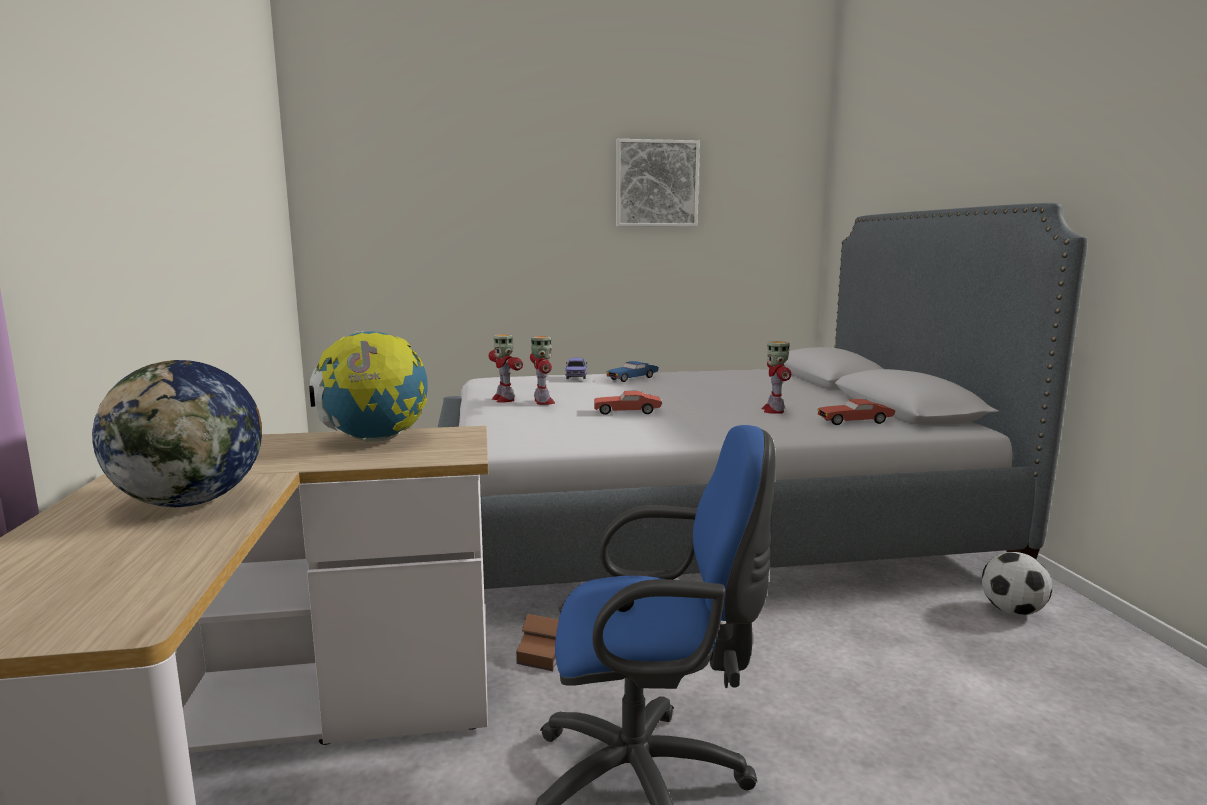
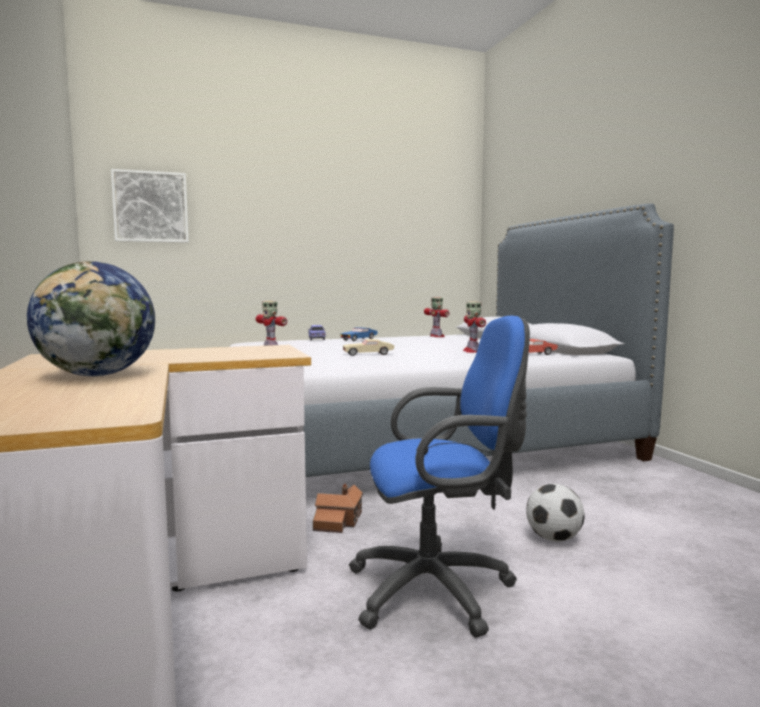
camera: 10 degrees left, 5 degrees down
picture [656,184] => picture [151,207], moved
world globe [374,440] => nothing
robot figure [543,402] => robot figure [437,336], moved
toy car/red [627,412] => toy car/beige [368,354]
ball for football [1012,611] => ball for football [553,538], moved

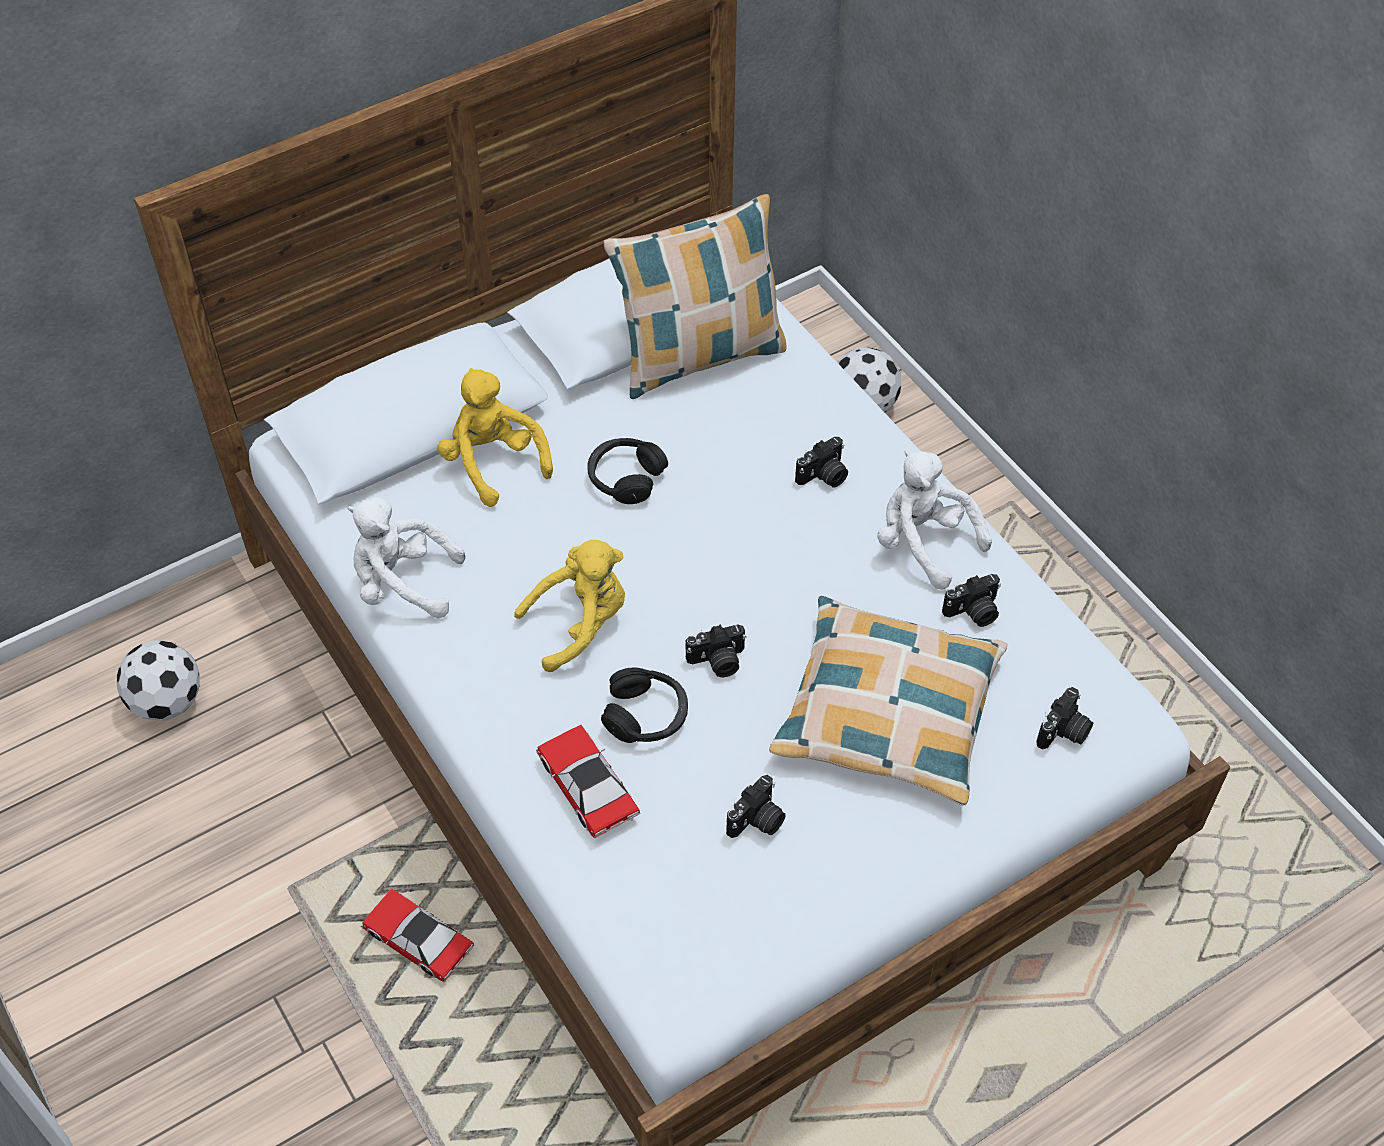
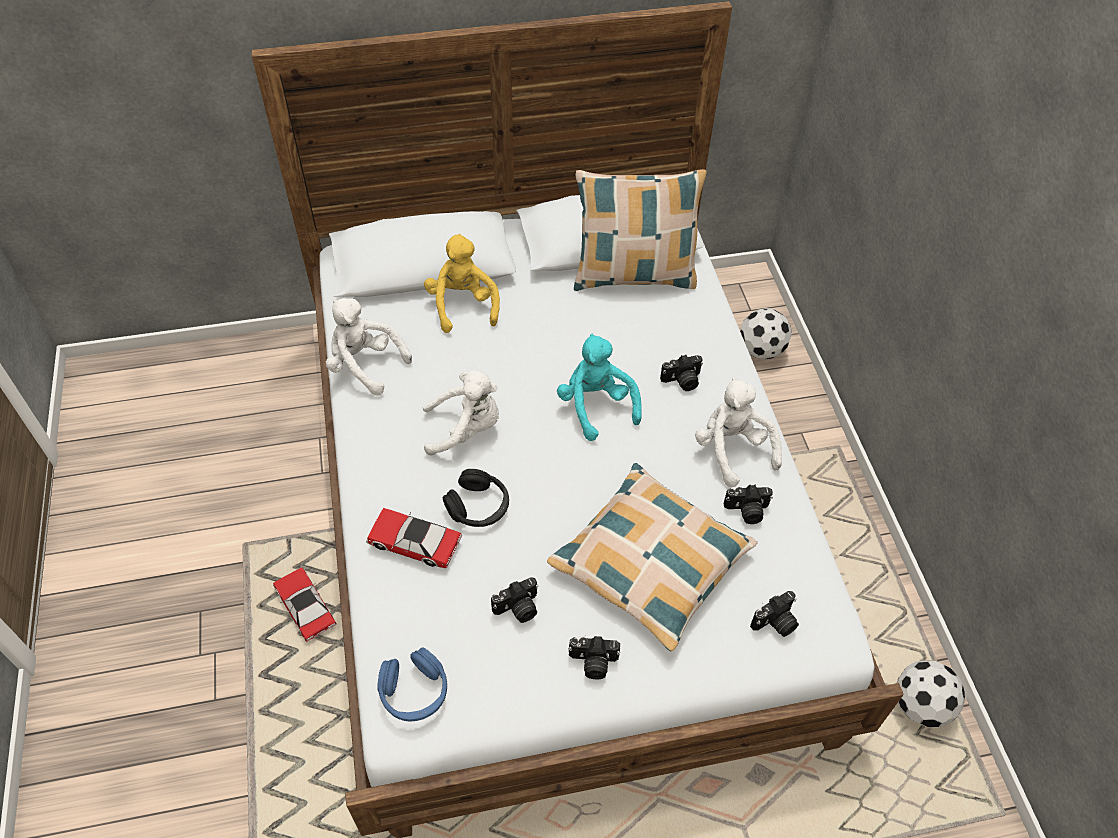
camera: 20 degrees right, 0 degrees up
headphones/blackish [625,477] => nothing
cuddly toy/yellow-coloured [580,624] => cuddly toy/white-coloured [466,429]
still camera [718,662] => still camera [593,663], moved
ball for football [168,701] => ball for football [921,705], moved
toy car [587,787] => toy car [414,542], 60 degrees counterclockwise
nothing => cuddly toy/blue-green [596,406]
nothing => headphones/blue [414,692]

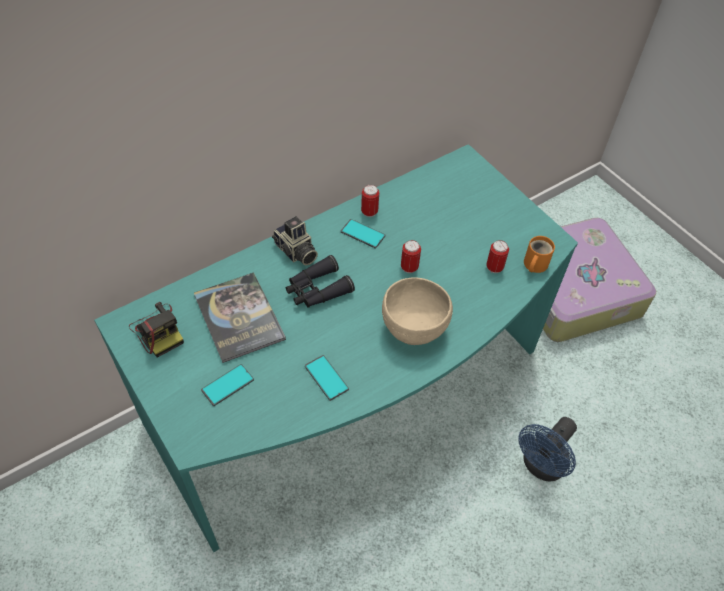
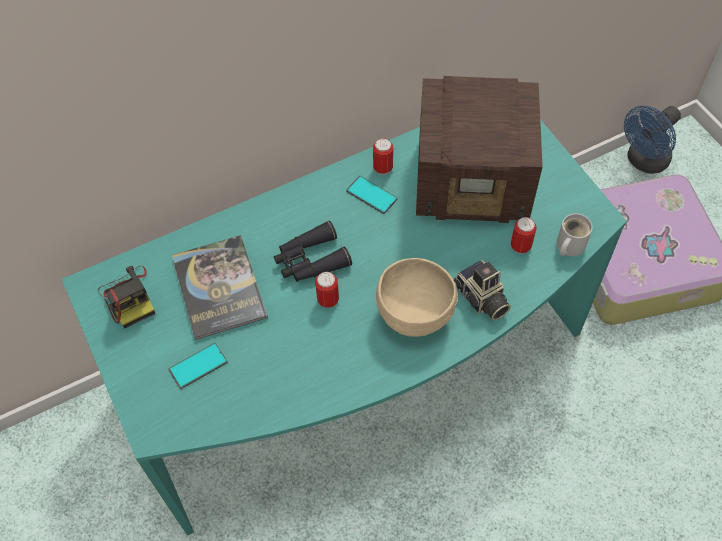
camera: 10 degrees right, 5 degrees up
still camera [295,252] => still camera [481,299], moved
coffee mug/orange [534,264] => coffee mug/white-coloured [568,246]
metal can [409,267] => metal can [328,300], moved
handset [326,378] => nothing
fan/blue [541,466] => fan/blue [643,162], moved
nothing => radio receiver [474,182]

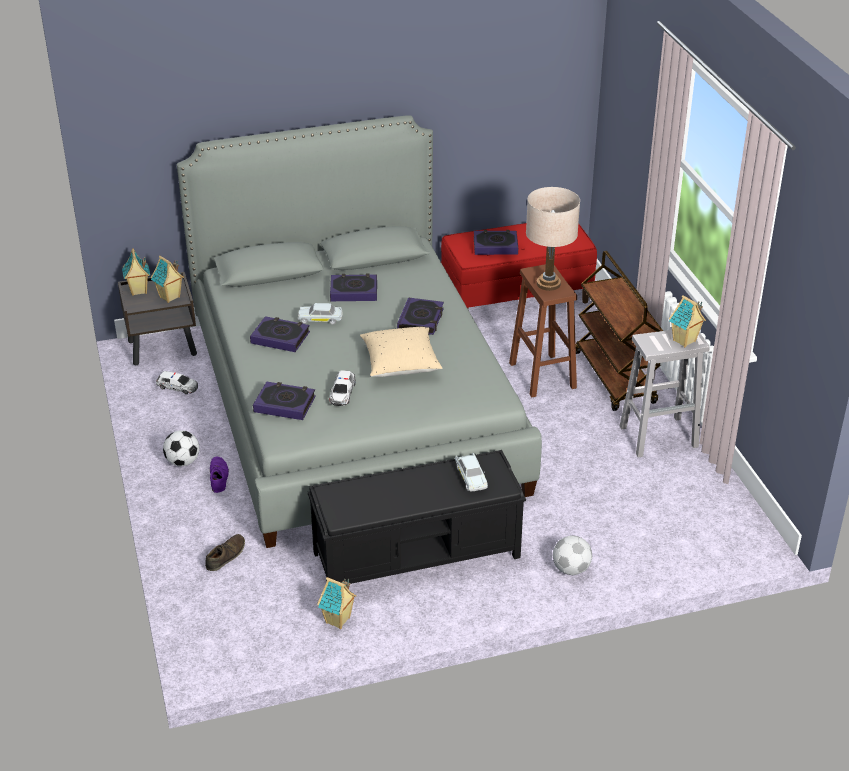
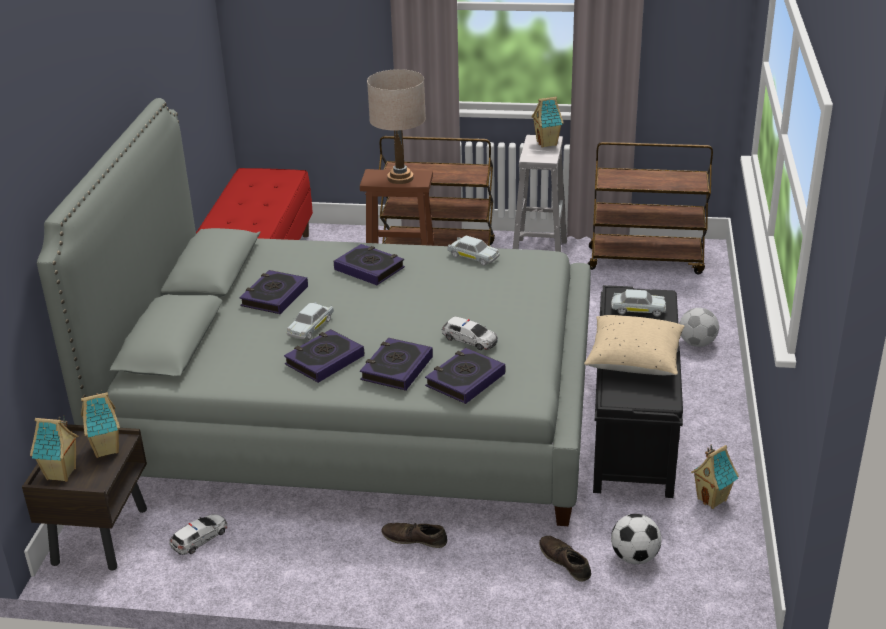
camera: 65 degrees left, 5 degrees down
book [495,246] => book [396,368], moved
cushion/beige [400,364] => cushion/beige [634,361], moved
ball for football [183,462] => ball for football [634,557], moved
low shoe/purple-coloured [218,477] => low shoe/brown-coloured [414,539]
nothing => wheeled cart/brown-coloured [646,260]
nothing => toy car/white-coloured [473,257]

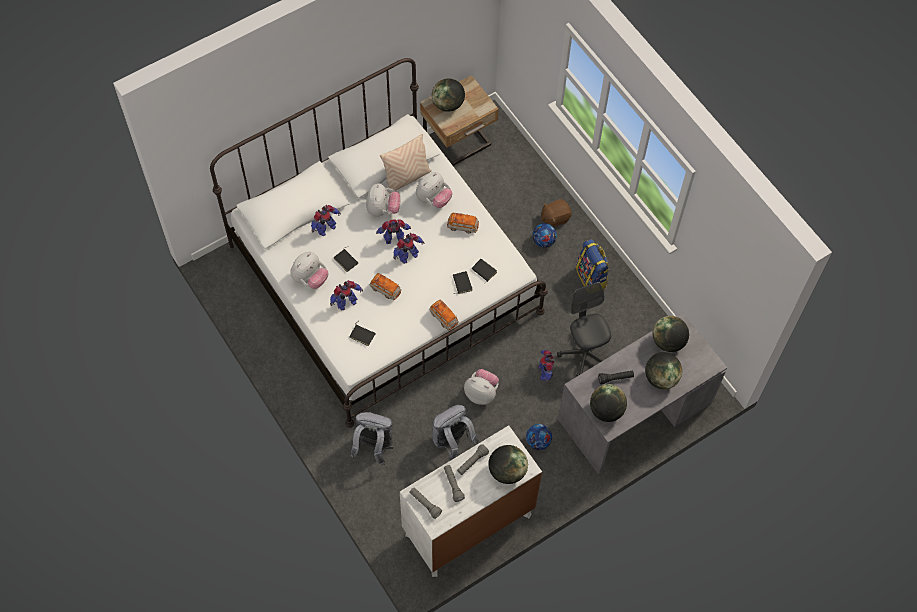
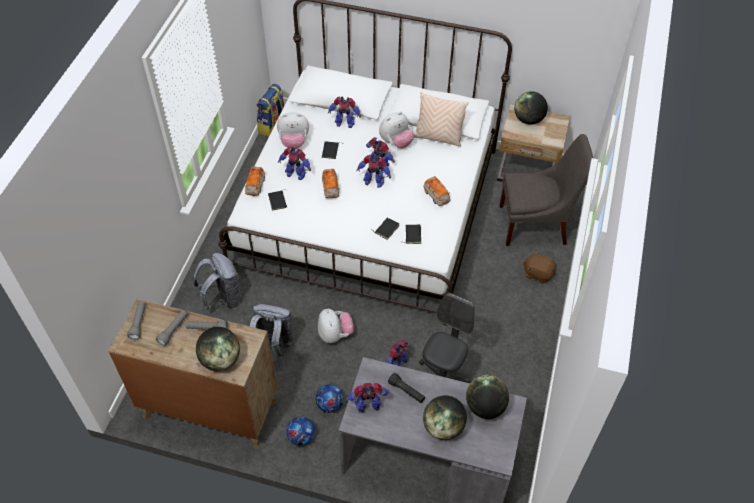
camera: 50 degrees right, 10 degrees down
cuddly toy [433,199] => nothing
ball for football [543,241] => ball for football [301,437], moved
knapsack [591,277] => knapsack [273,127], moved
toy car [443,318] => toy car [255,186], moved
world globe [606,410] => robot figure [368,406]
dresser/white-coloured [468,525] => dresser/brown-coloured [210,409]
nothing => upright chair/gray [536,224]

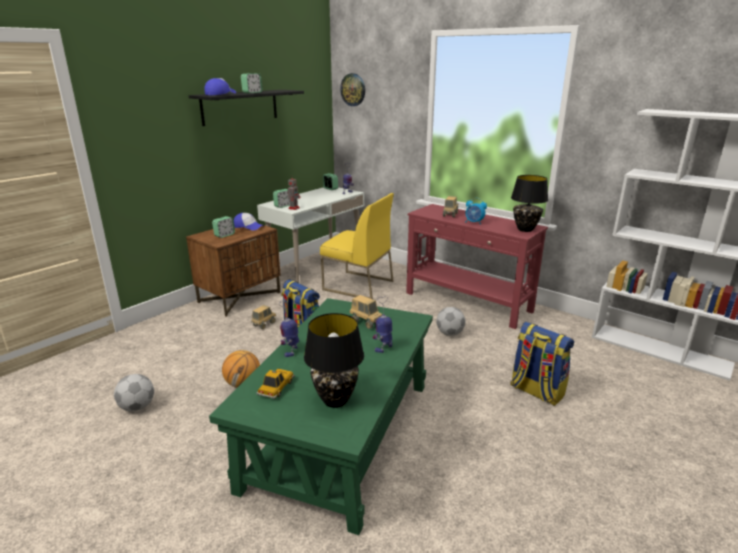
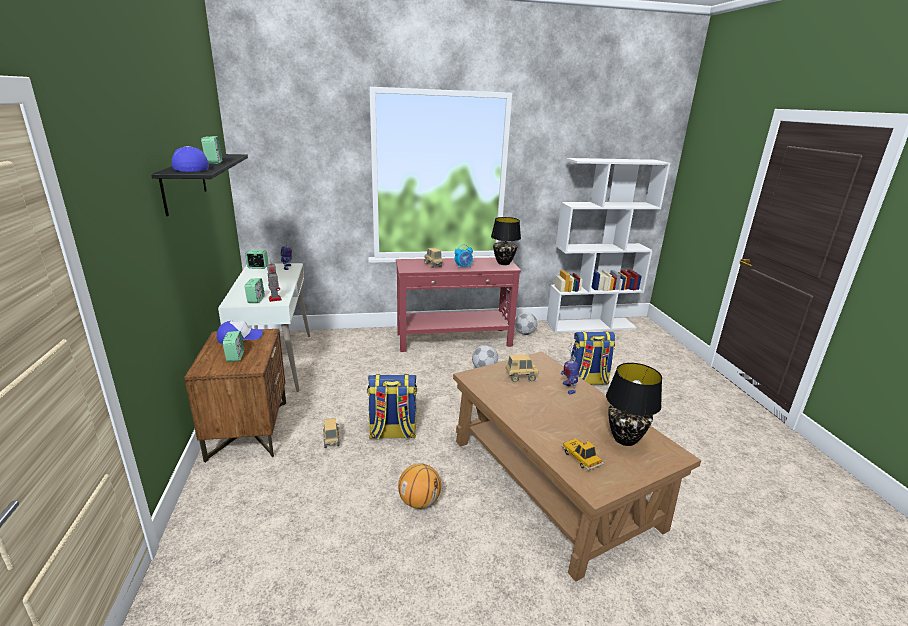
camera: 50 degrees left, 0 degrees up
hanging clock [353,89] => nothing
upright chair/yellow-coloured [357,285] => nothing
lounge table/greenish [341,434] => lounge table/brown-coloured [552,481]
robot figure [291,350] => nothing
ball for football [137,407] => ball for football [524,333], moved

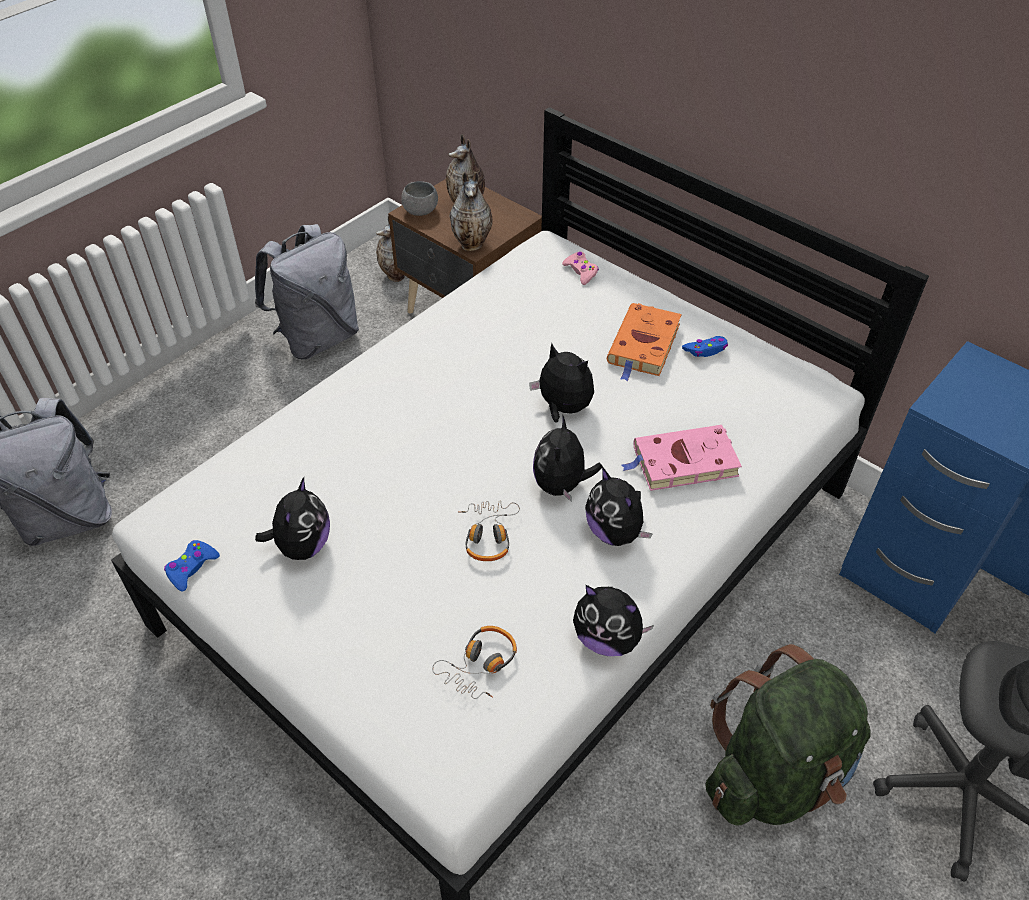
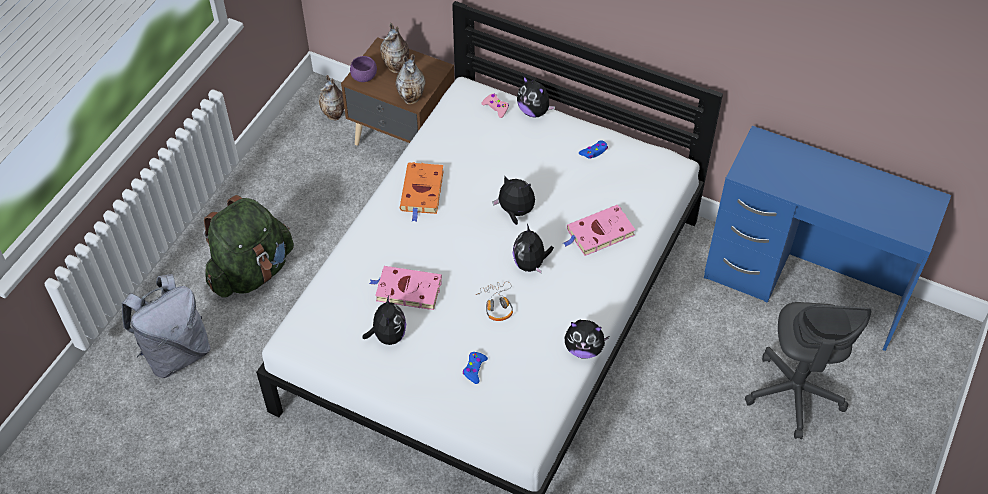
camera: 15 degrees left, 5 degrees up
deep dish/gray [421,211] => deep dish/purple-coloured [364,77]
knapsack/gray [317,338] => nothing
book/orange [643,346] => book/orange [422,192], moved
cuddly toy [615,532] => cuddly toy [534,111], moved
game controller/blue [192,568] => game controller/blue [474,369], moved
headphones [480,665] => nothing
knapsack/greenish [776,773] => knapsack/greenish [252,271], moved
nothing => book/pink [406,290]

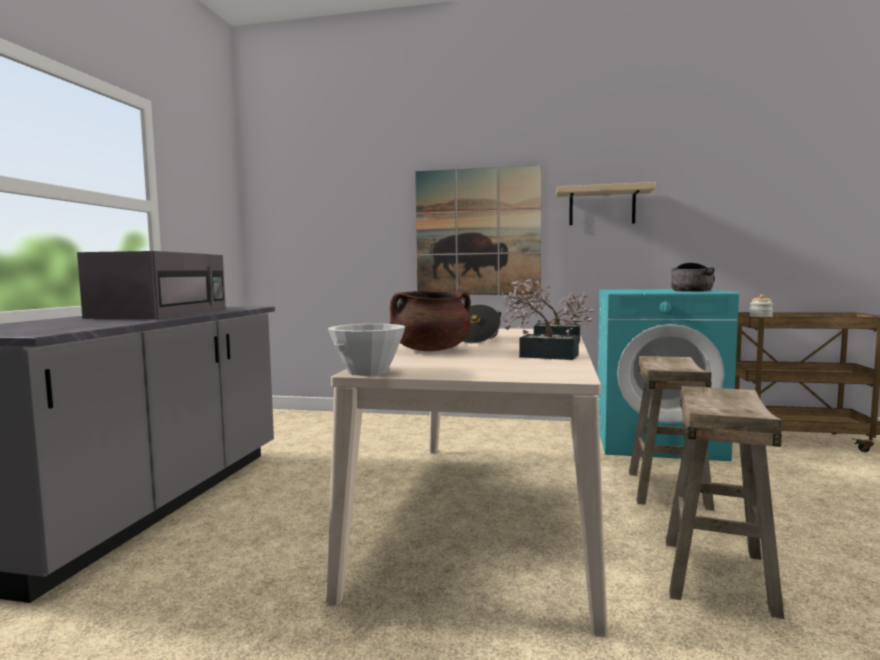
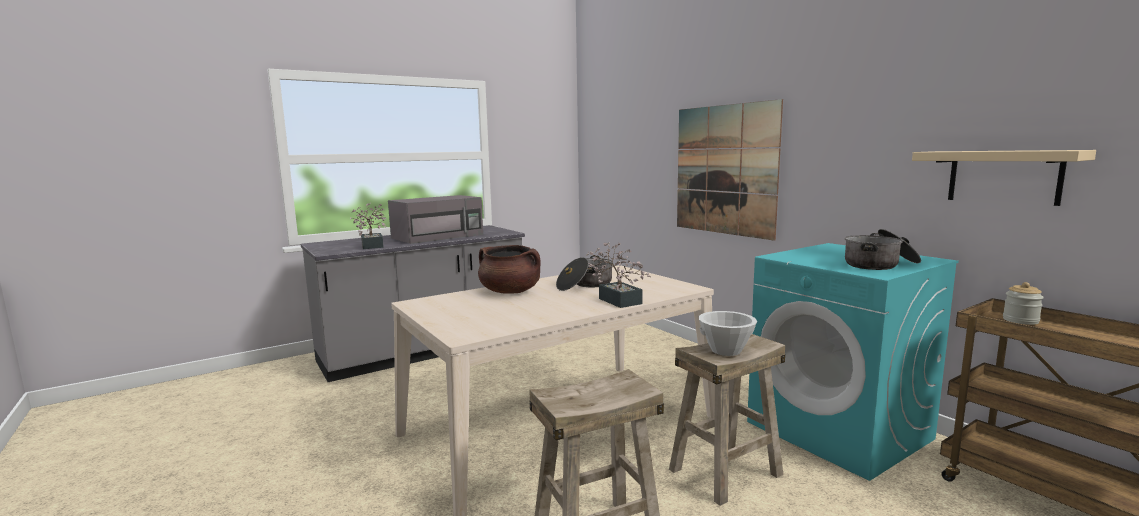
camera: 45 degrees right, 5 degrees up
wall shelf/beige [602,206] => wall shelf/beige [1003,176], moved
plant in a pot [542,355] => plant in a pot [372,245], moved
deep dish/white-coloured [367,372] => deep dish/white-coloured [725,350], moved

